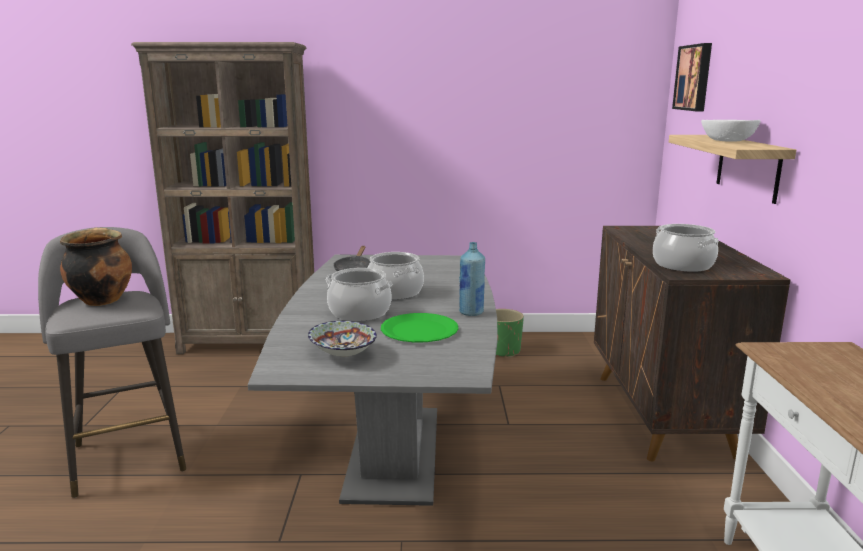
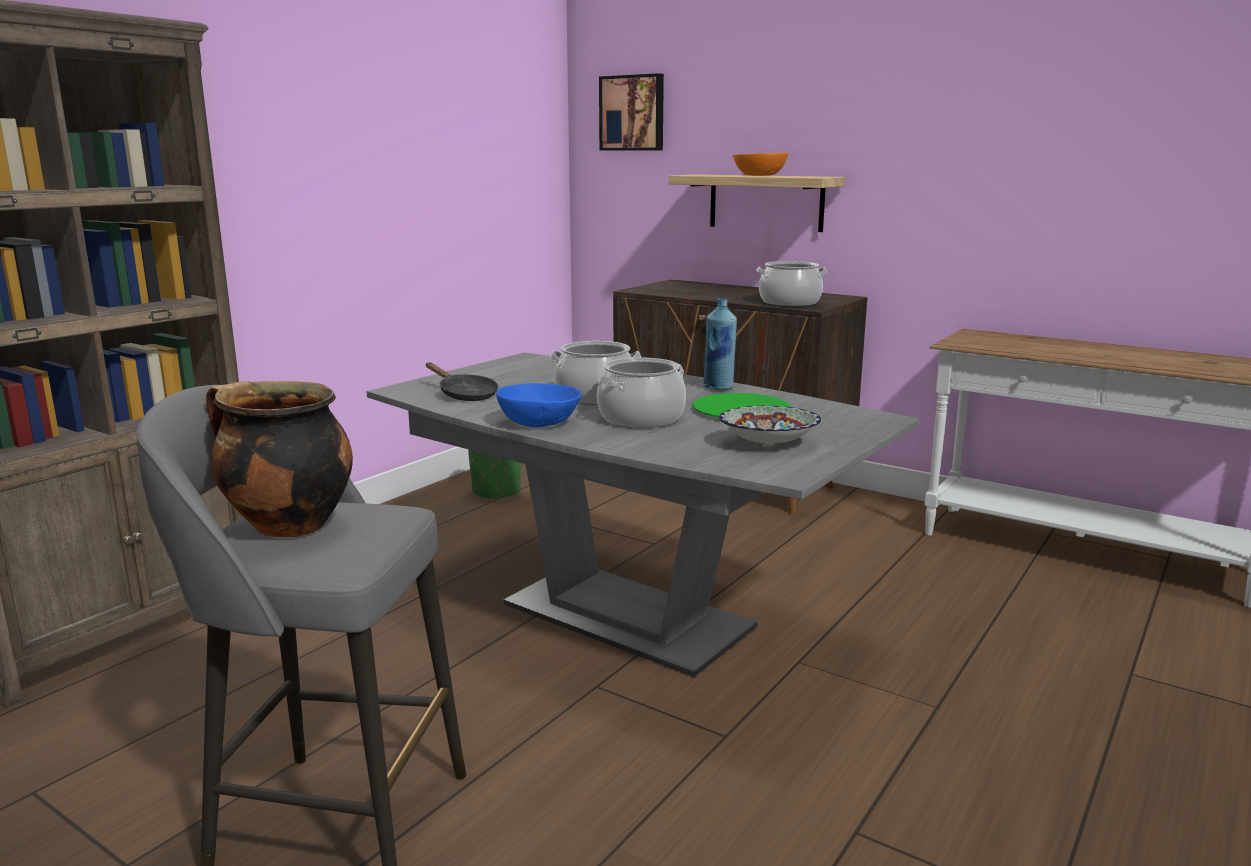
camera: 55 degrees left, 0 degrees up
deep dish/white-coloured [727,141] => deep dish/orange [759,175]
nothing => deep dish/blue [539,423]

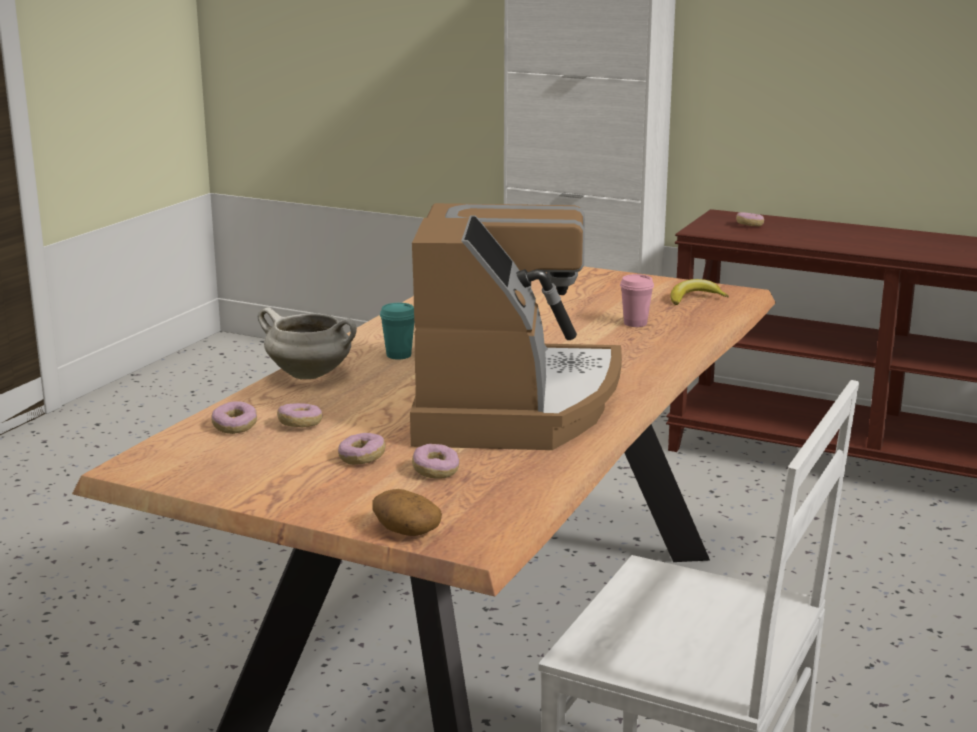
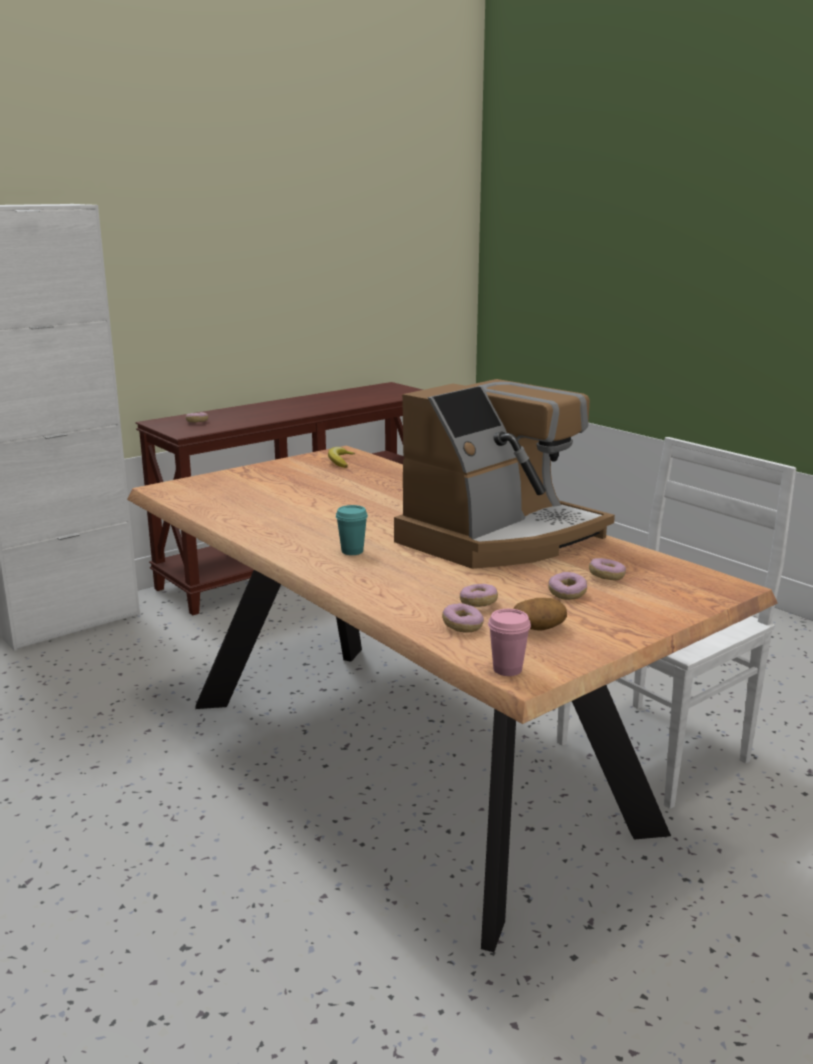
camera: 65 degrees left, 0 degrees up
coffee machine [513,406] => coffee machine [501,538], 105 degrees clockwise
drinking cup/pink [635,323] => drinking cup/pink [507,669], moved
saucepot/white-coloured [311,375] => nothing
spud [405,530] => spud [538,628], moved

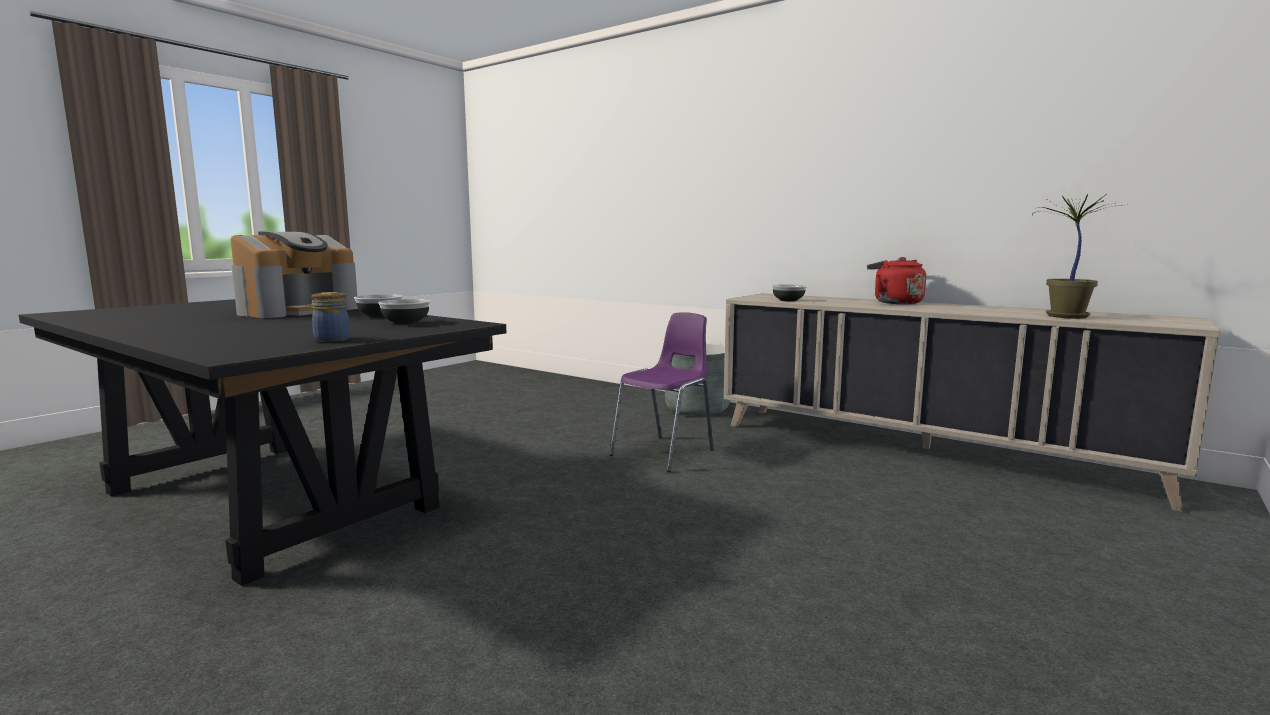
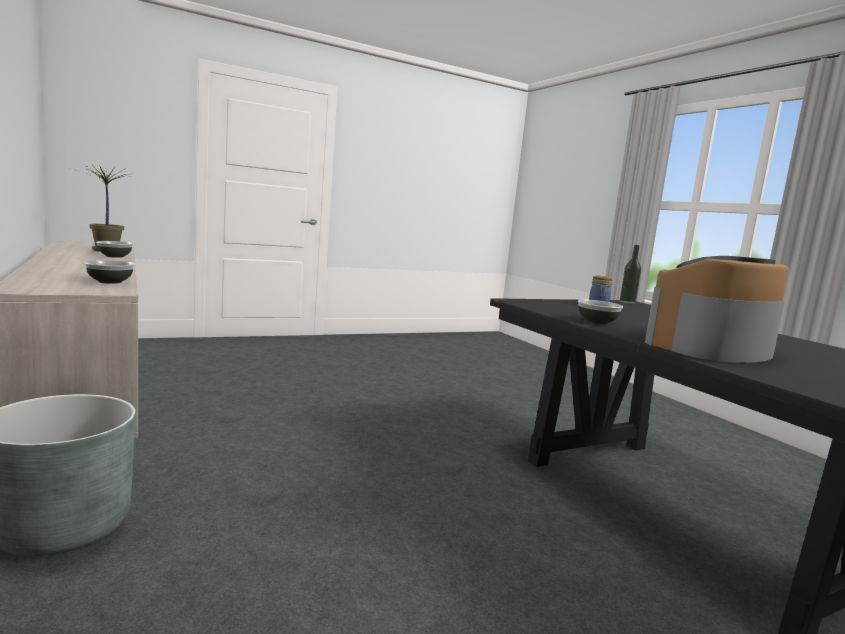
camera: 155 degrees left, 0 degrees up
tea kettle/red [895,302] => nothing
deep dish [406,322] => deep dish [114,256], moved
upright chair/purple-coloured [665,452] => nothing
nothing => drink bottle [627,302]

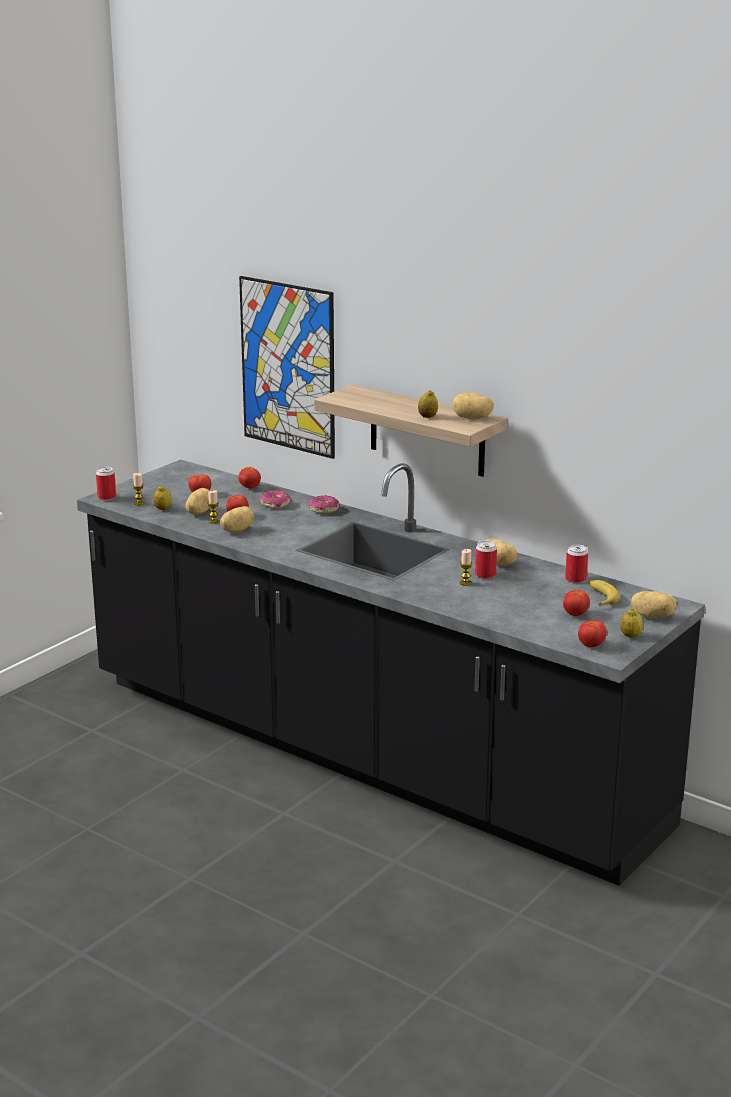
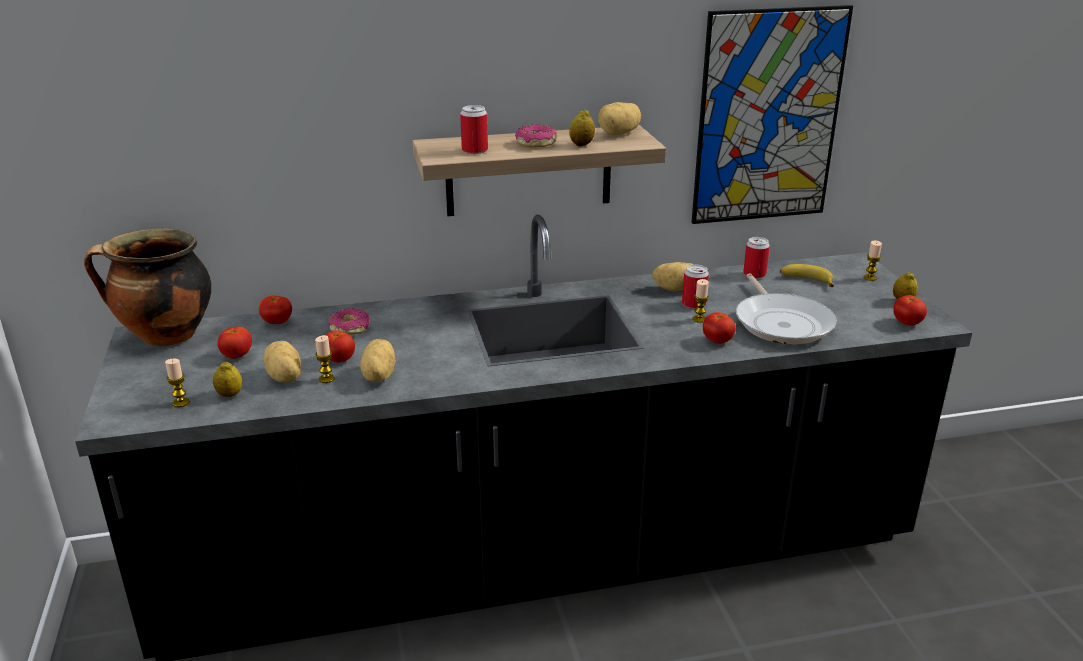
camera: 50 degrees left, 5 degrees up
picture [288,366] => picture [768,117], moved
metal can [107,497] => metal can [475,150], moved
doughnut [323,510] => doughnut [535,143], moved
tomato [575,614] => tomato [717,341], moved
spud [653,616] => candle [870,278]
nothing => saucepot [165,337]
nothing => pan [781,323]

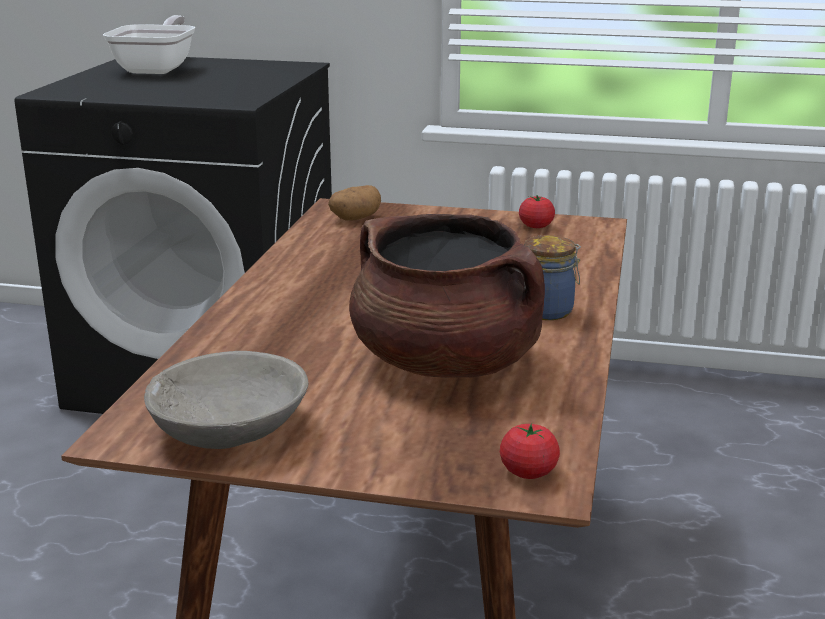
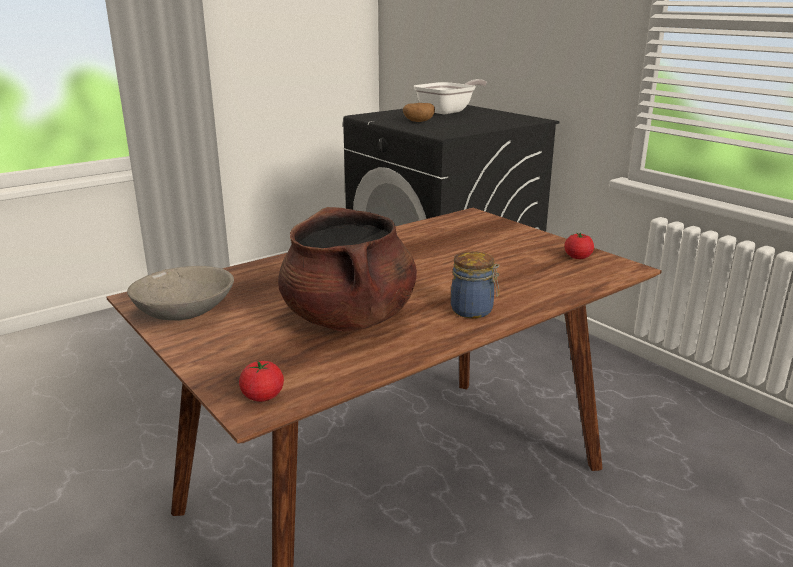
camera: 40 degrees right, 0 degrees up
spud [355,219] => spud [418,121], moved

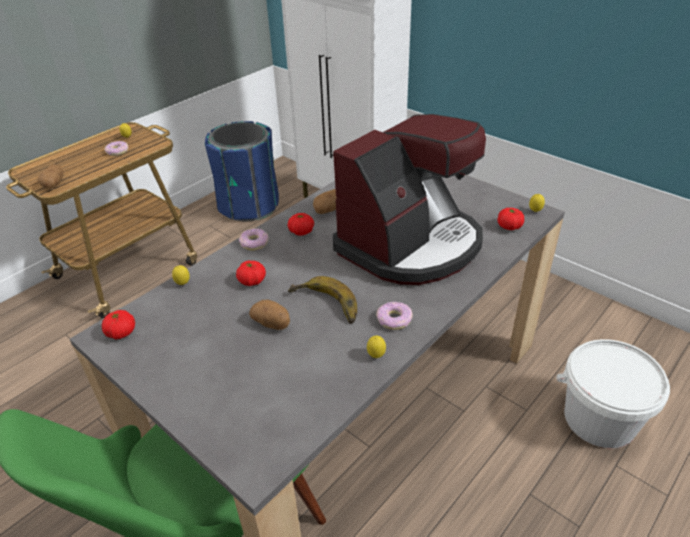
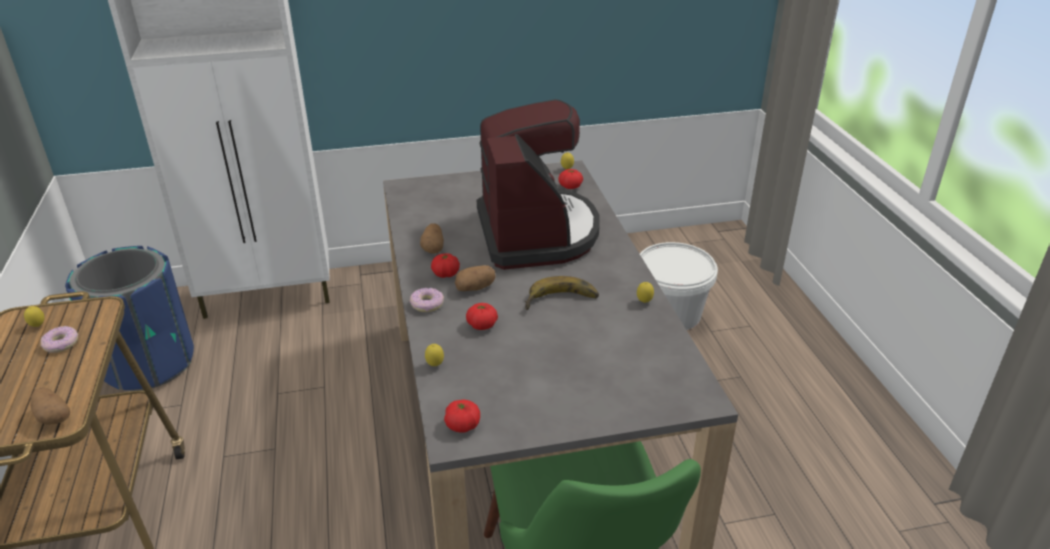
camera: 55 degrees left, 5 degrees down
spud [272,324] => spud [475,288], moved
doughnut [394,320] => nothing

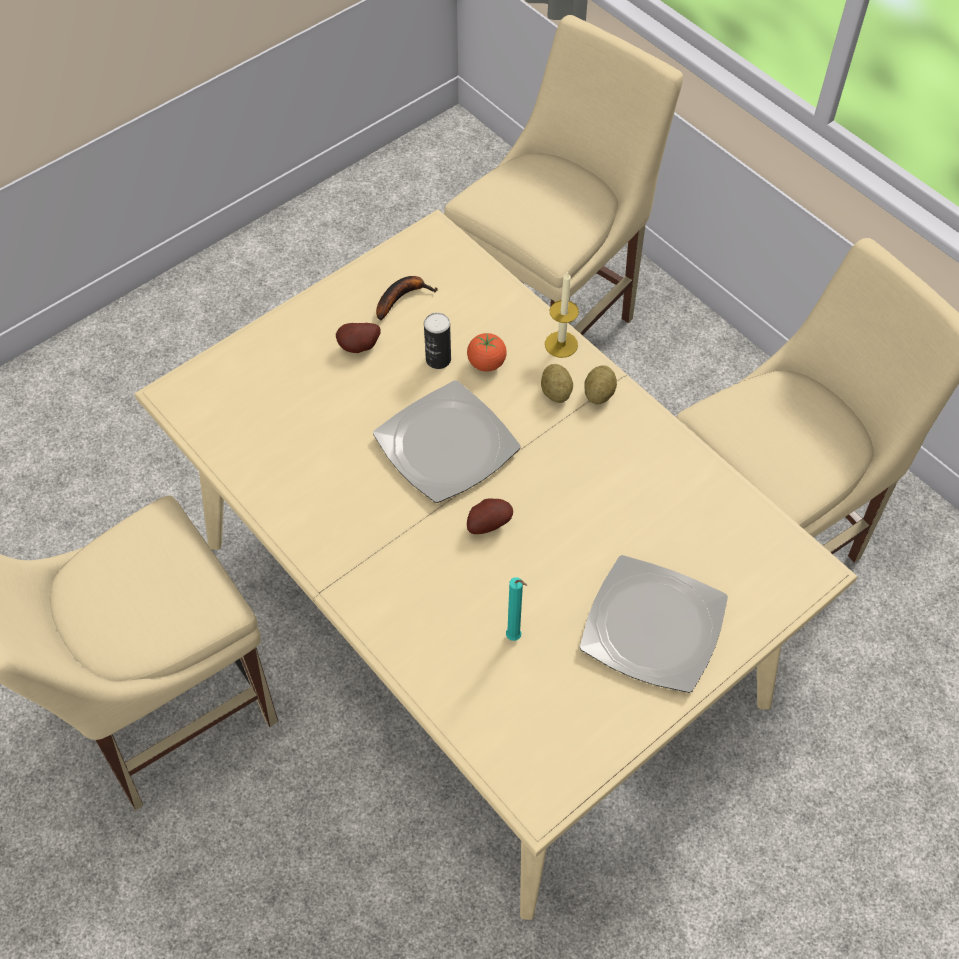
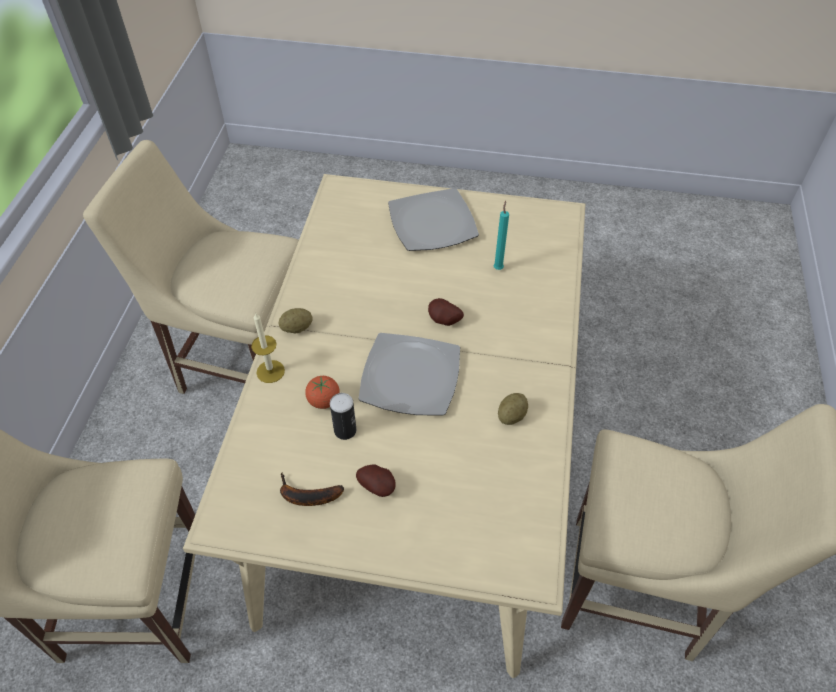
camera: 130 degrees left, 5 degrees down
spud [556,392] => spud [511,416], moved

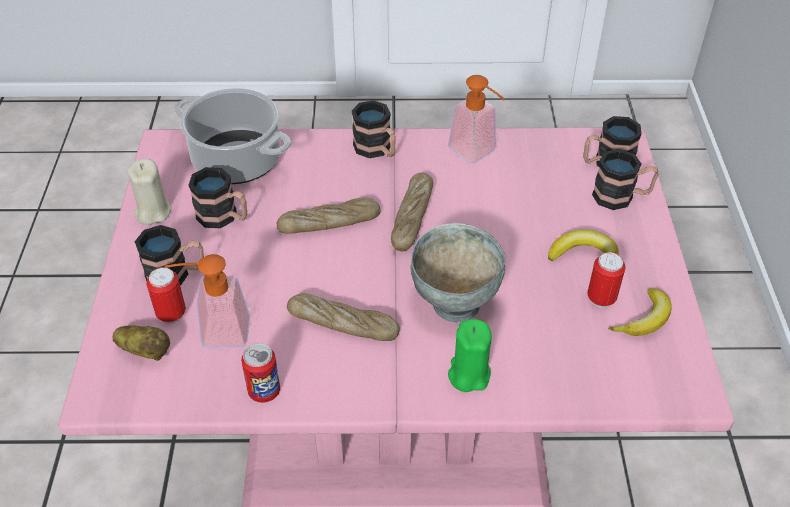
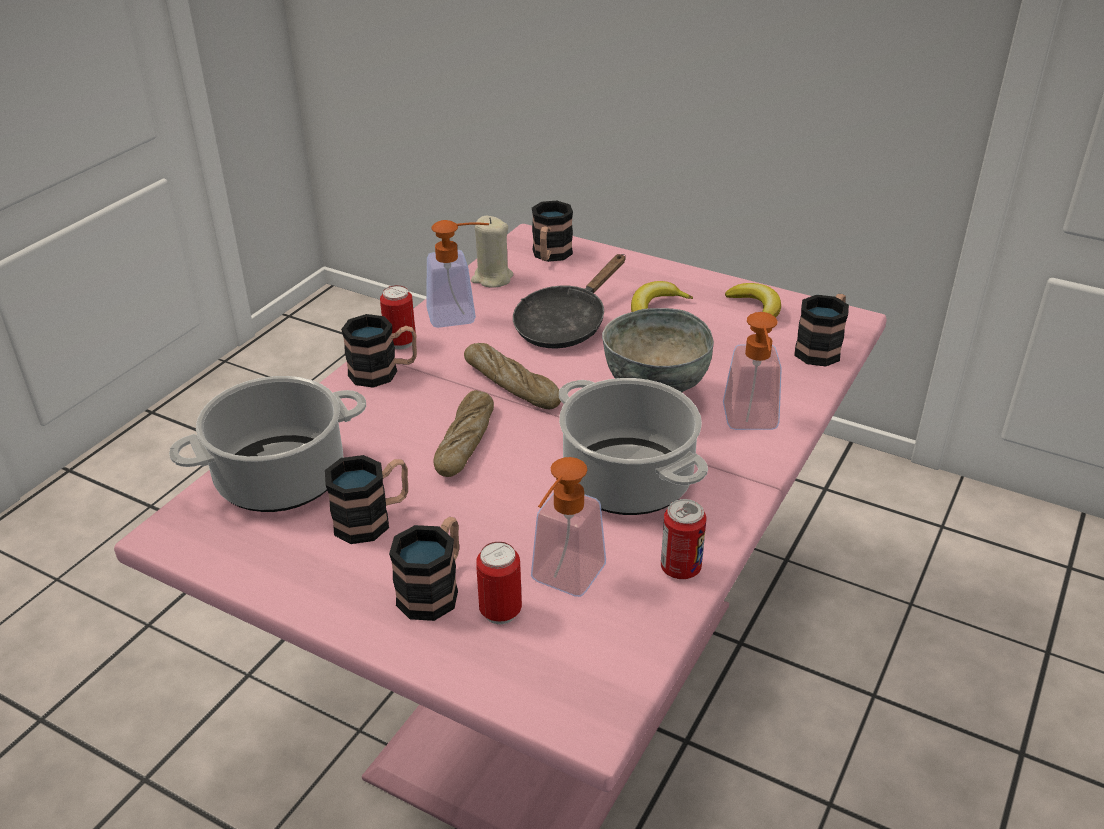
camera: 60 degrees left, 10 degrees down
coffee mug [621,197] => coffee mug [822,348], moved
candle/beige [153,212] => candle/beige [492,278], moved
metal can [601,299] => metal can [400,342], moved
baked bread [343,324] => saucepot [625,480]
candle/greenish [468,374] => soap bottle [751,424]
spud [145,351] => nothing
nothing => pan/blackish [565,324]

